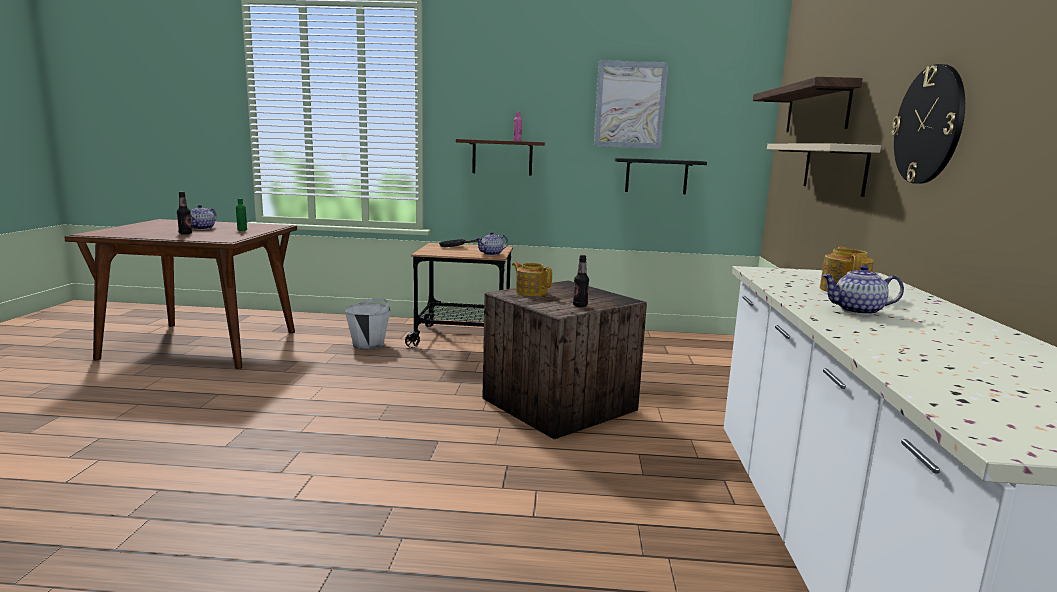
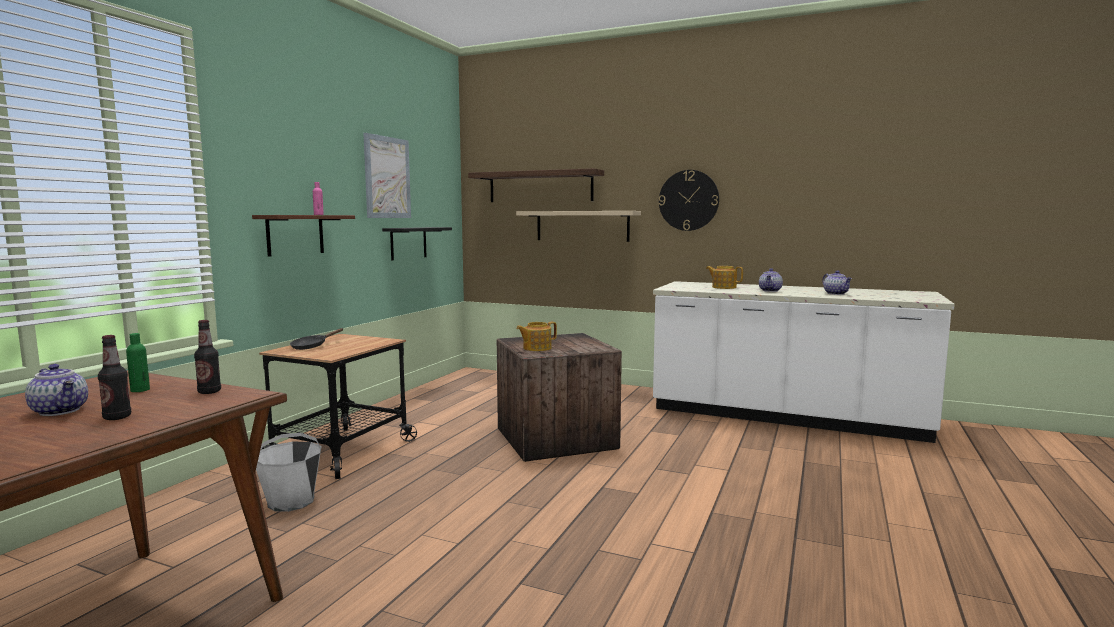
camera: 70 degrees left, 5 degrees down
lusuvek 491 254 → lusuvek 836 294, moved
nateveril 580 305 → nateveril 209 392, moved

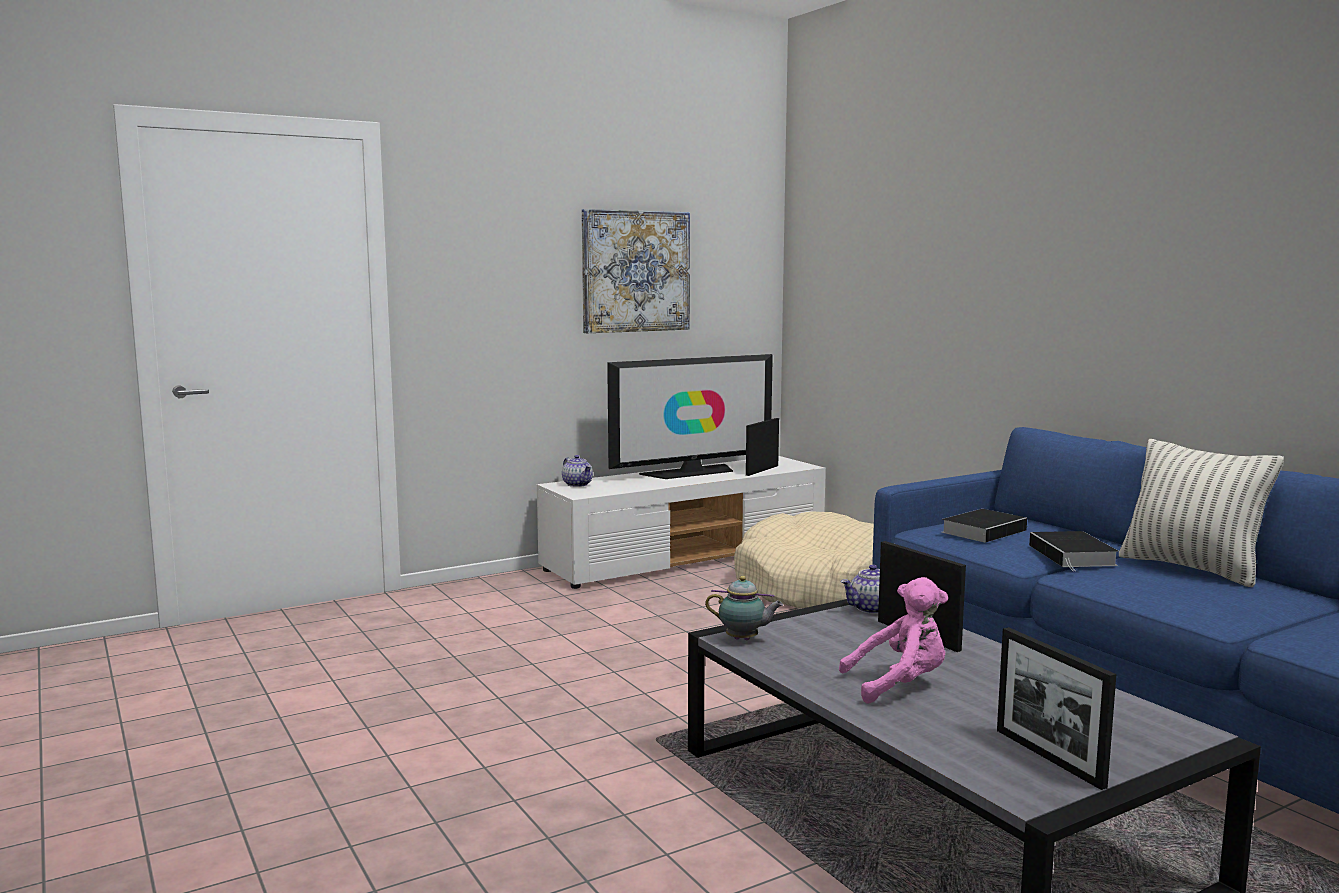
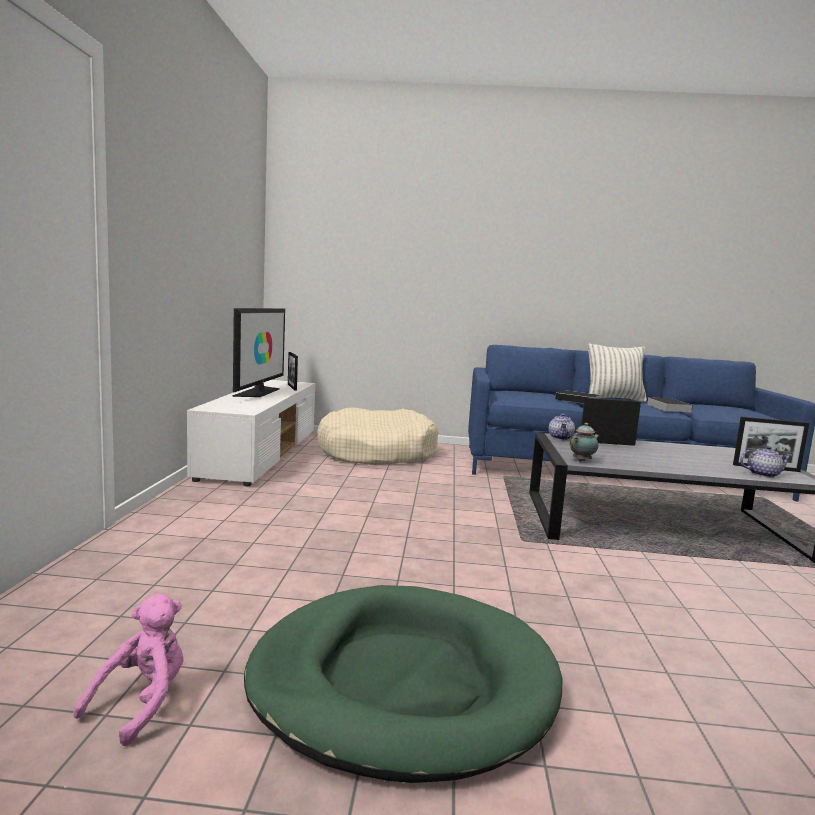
camera: 55 degrees left, 0 degrees up
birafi 635 271 → -
- → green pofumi 402 683
lusuvek 578 484 → lusuvek 763 474, moved
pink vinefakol 899 685 → pink vinefakol 142 702, moved
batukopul 984 531 → batukopul 667 407, moved

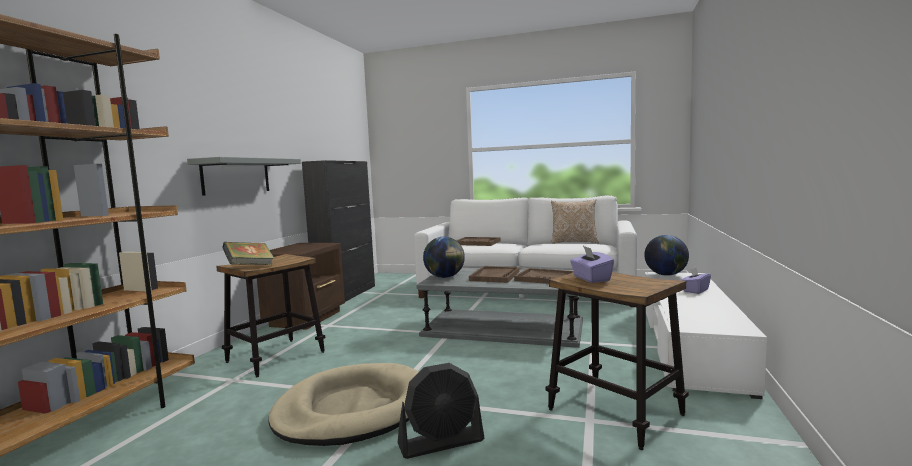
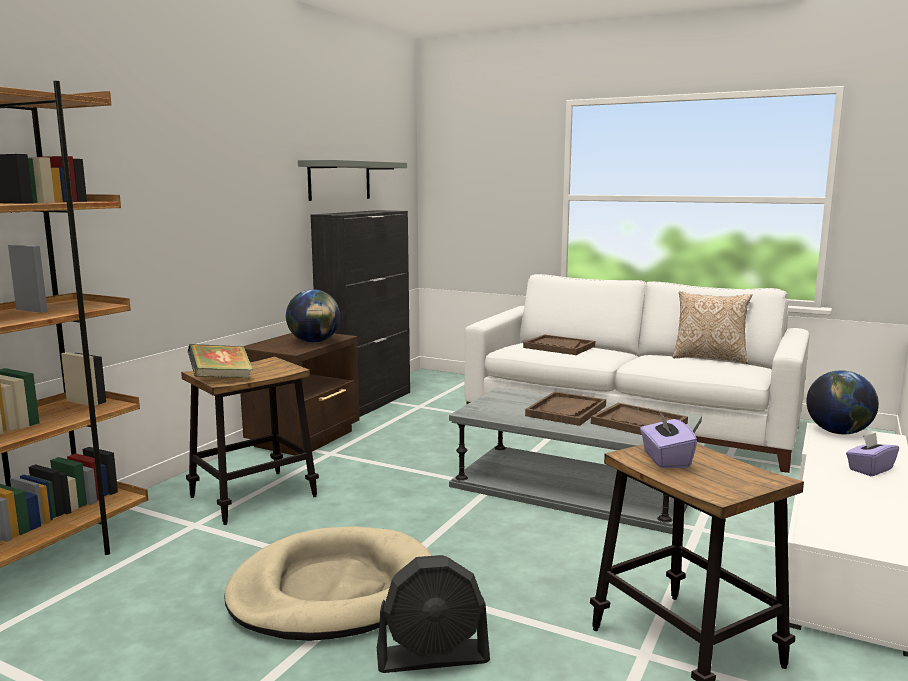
camera: 10 degrees right, 5 degrees up
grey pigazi 236 176 → grey pigazi 339 180, moved
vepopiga 445 277 → vepopiga 314 342, moved

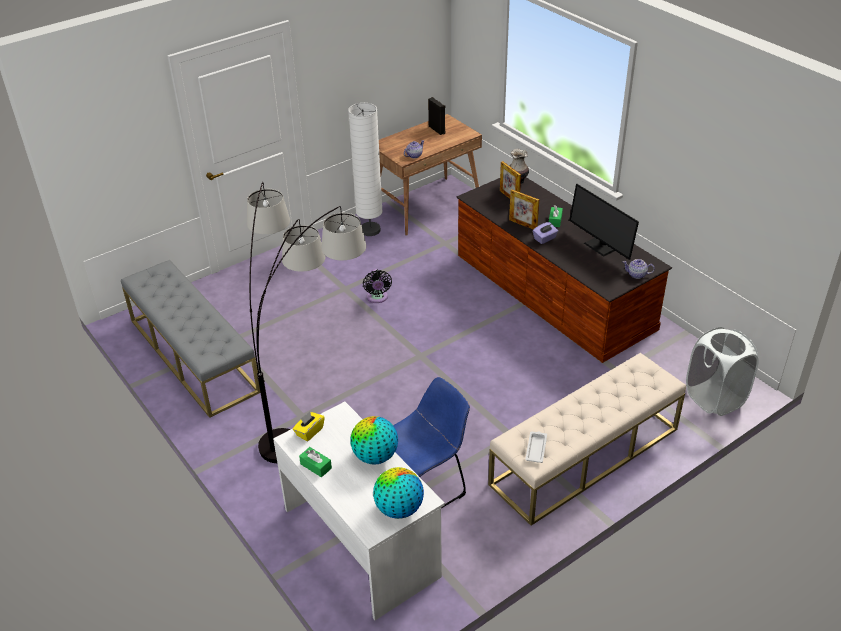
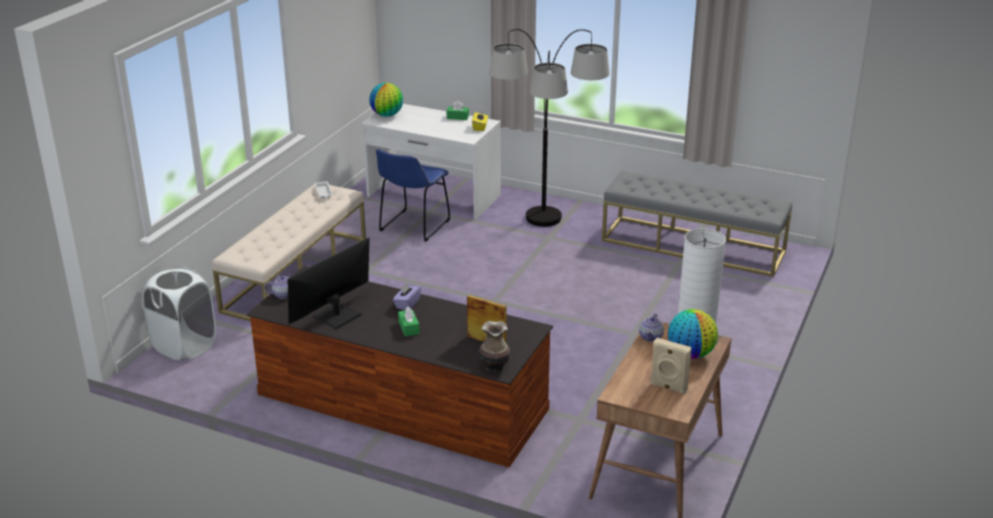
camera: 150 degrees right, 10 degrees down
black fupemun 377 298 → -
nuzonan 523 224 → -
vepopiga 375 456 → vepopiga 690 354, moved
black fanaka 437 129 → beige fanaka 668 387
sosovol 602 245 → sosovol 336 315, 75 degrees counterclockwise

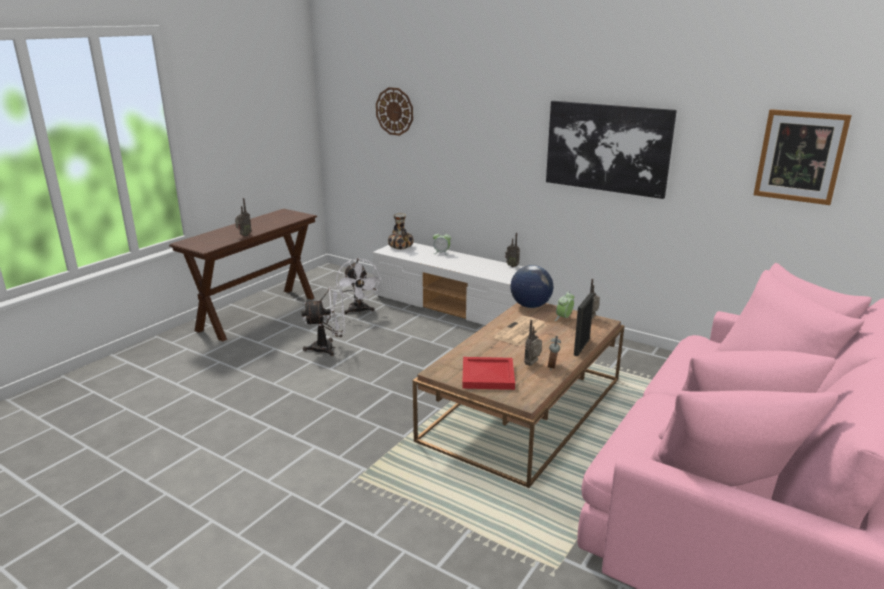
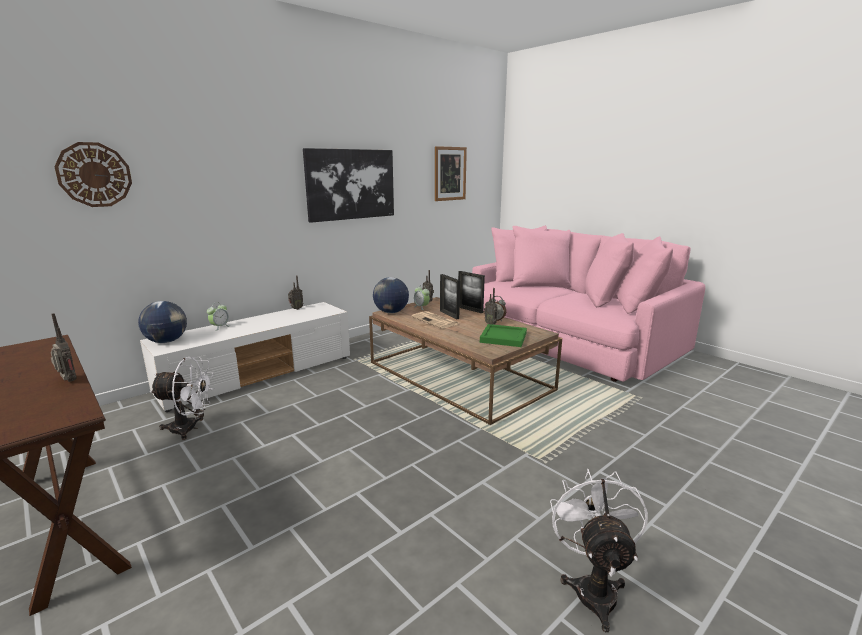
camera: 75 degrees left, 5 degrees down
- → nuzonan 449 315
white fupemun 329 348 → white fupemun 593 587, moved
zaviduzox 401 247 → vepopiga 167 341
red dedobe 487 376 → green dedobe 504 338

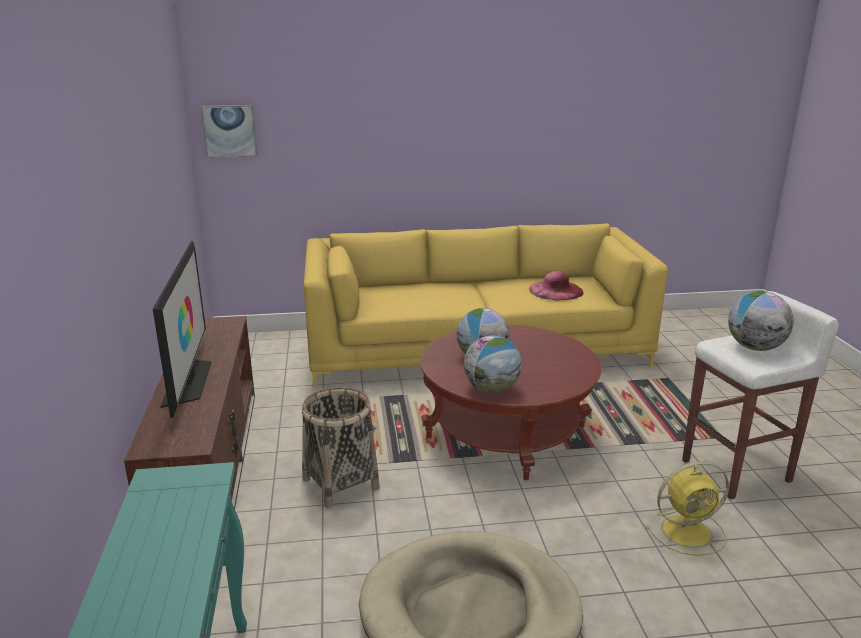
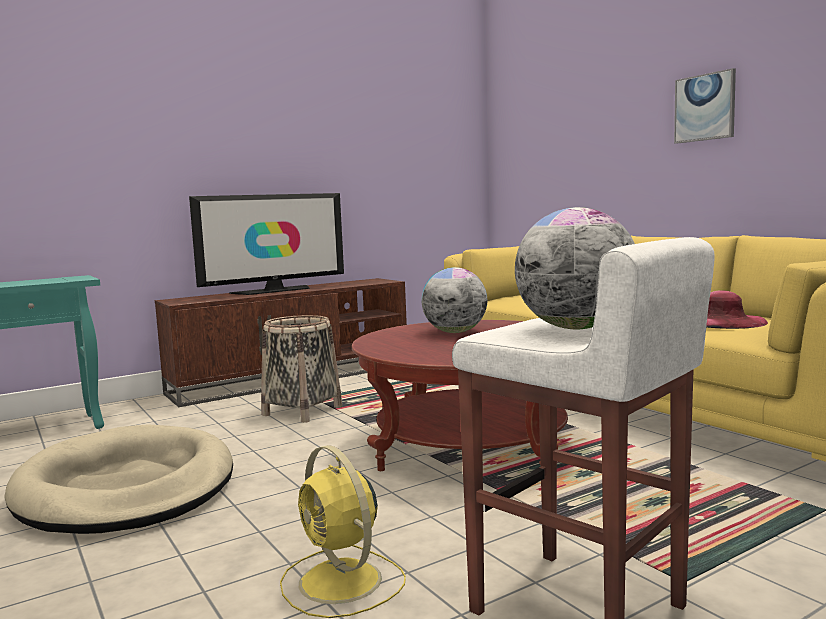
camera: 65 degrees right, 15 degrees down
vepopiga 491 389 → -
birafi 229 131 → birafi 705 107, moved

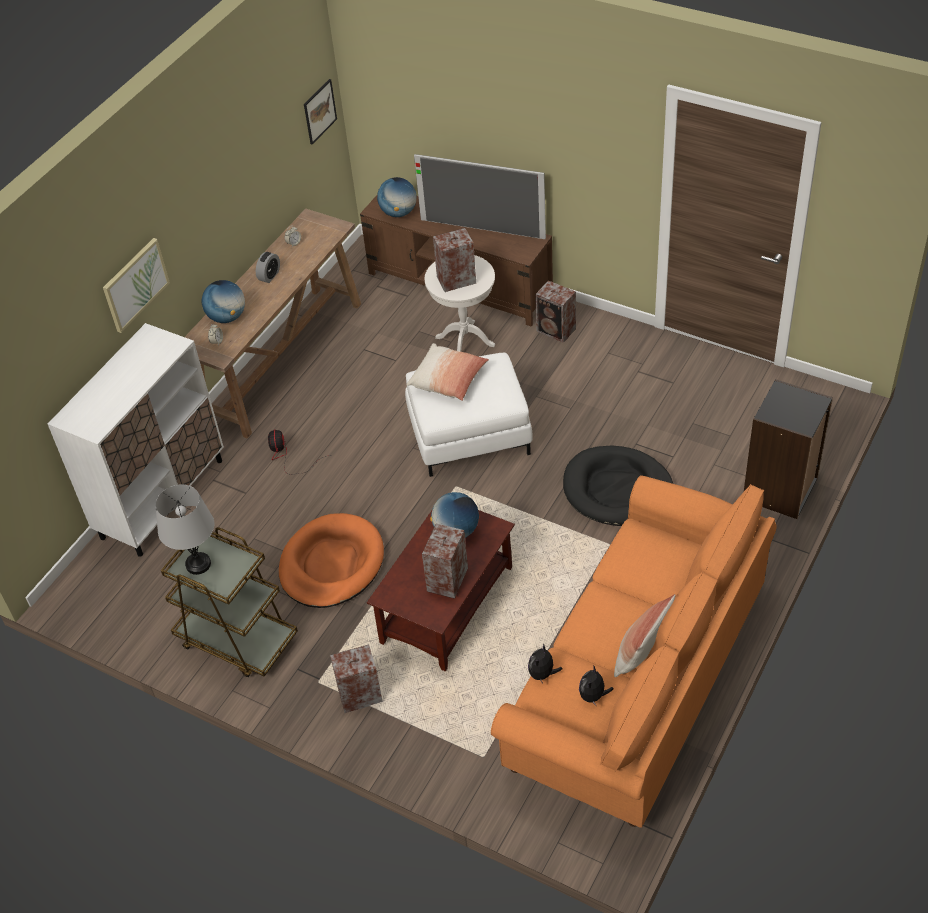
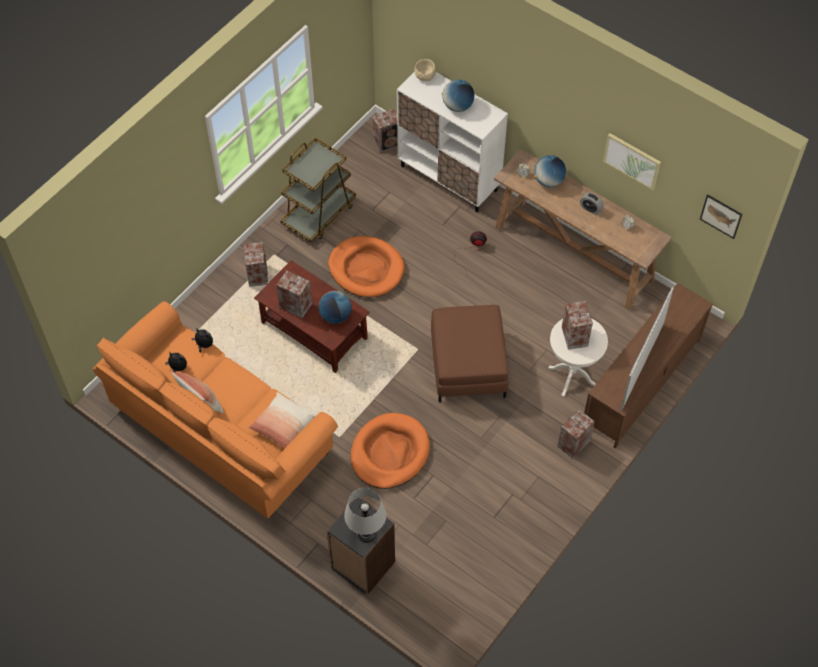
camera: 95 degrees right, 10 degrees up
- → fanaka 388 142
- → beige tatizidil 424 76
birafi 135 284 → birafi 632 160, moved
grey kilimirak 198 564 → grey kilimirak 366 533, moved
vepopiga 398 213 → vepopiga 457 106, moved
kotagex 448 380 → kotagex 284 426, moved
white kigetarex 470 434 → brown kigetarex 468 365
black pofumi 617 490 → orange pofumi 389 453

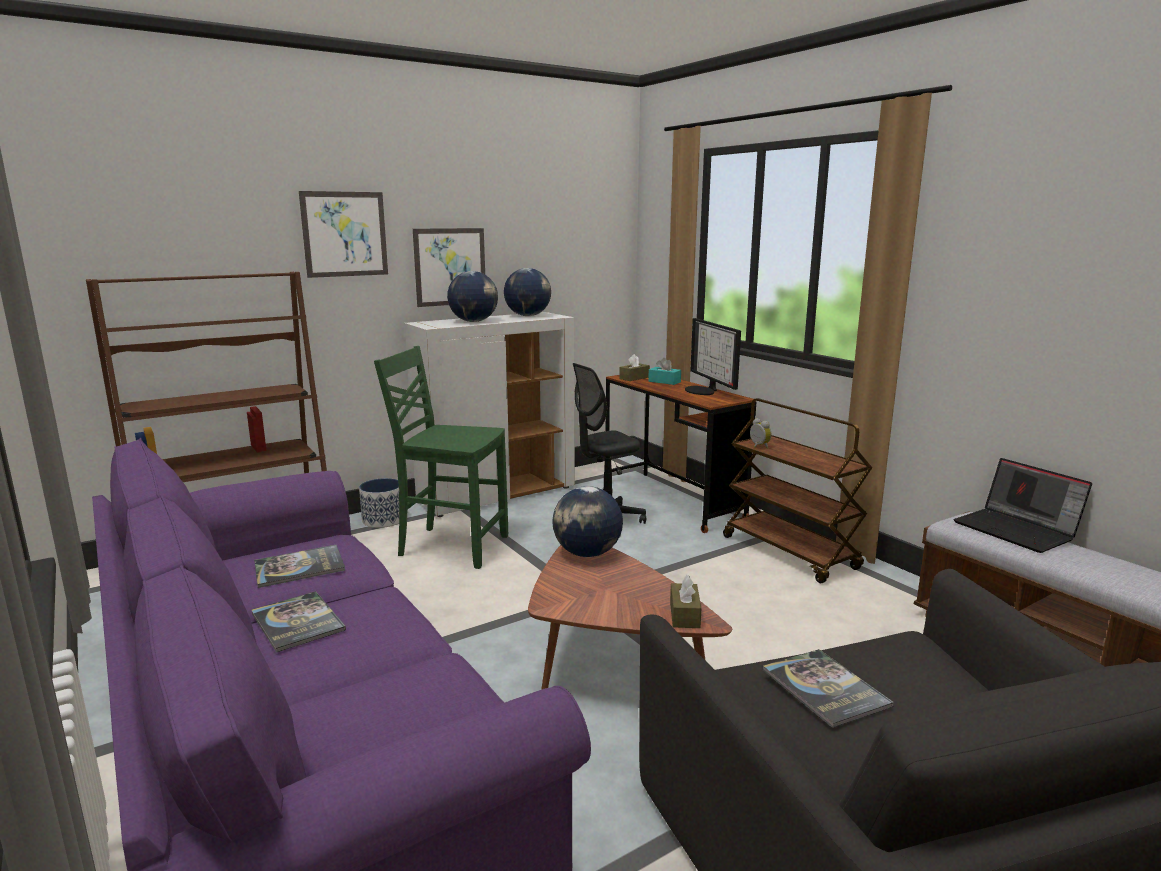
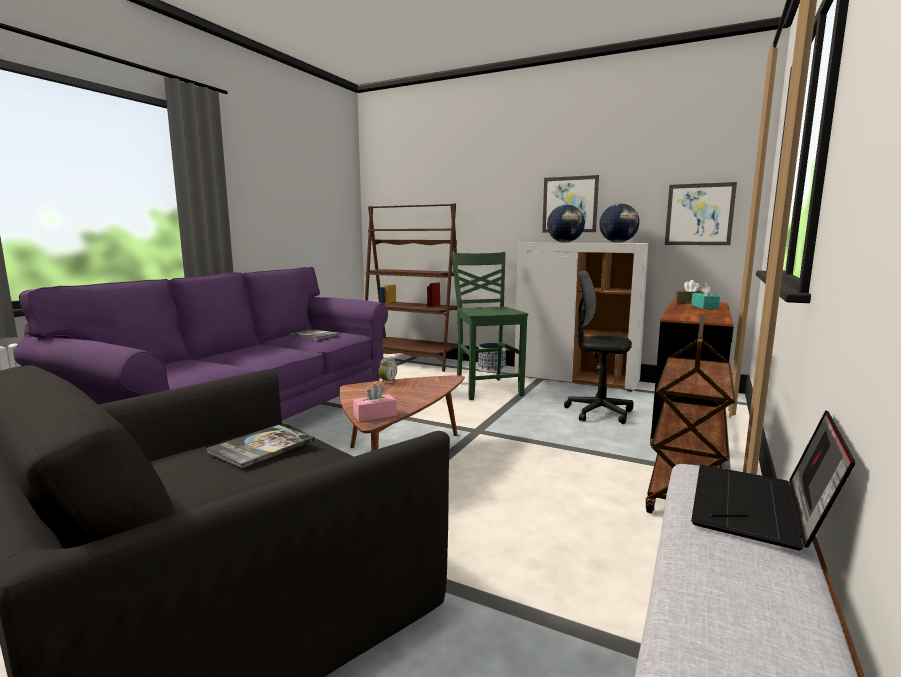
camera: 60 degrees right, 5 degrees down
batukopul 297 622 → -
vepopiga 587 554 → -
sosovol 704 390 → -
birafi 345 234 → birafi 699 214, moved
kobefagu 758 446 → kobefagu 387 382, moved
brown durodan 684 615 → pink durodan 375 415

